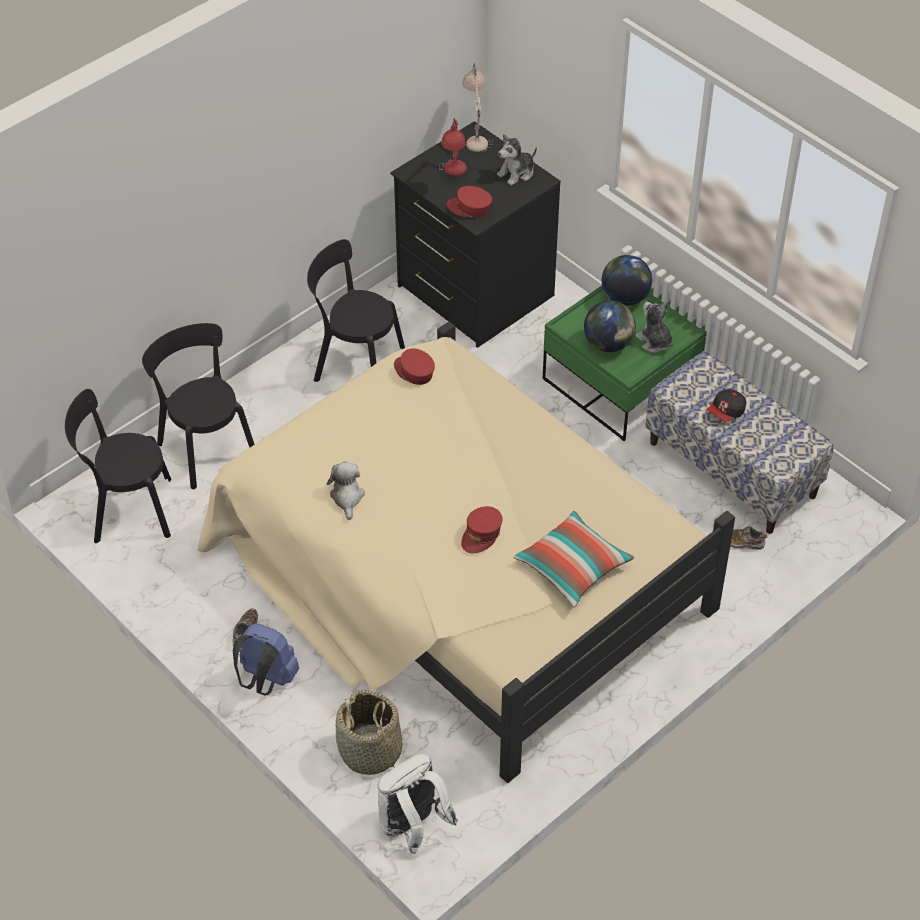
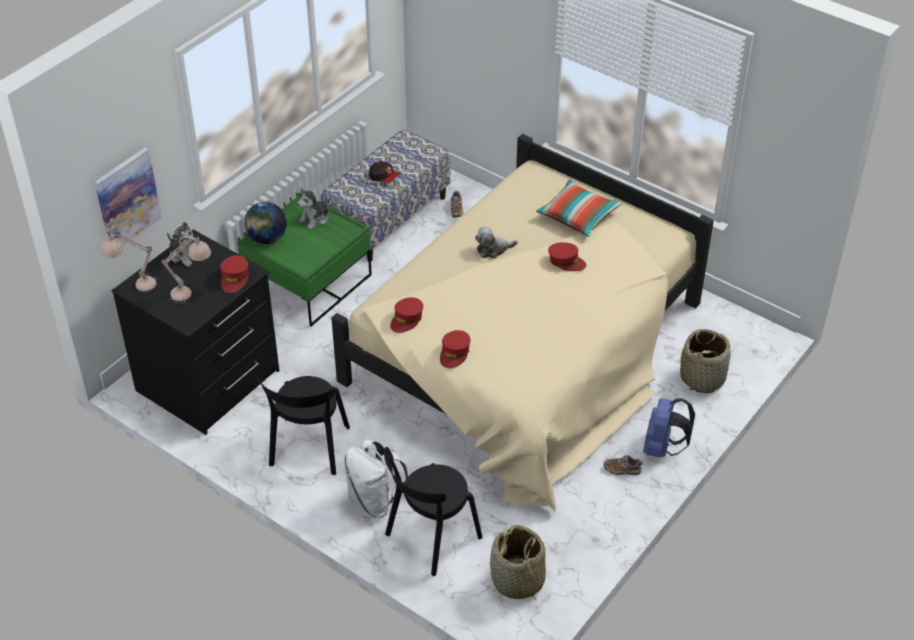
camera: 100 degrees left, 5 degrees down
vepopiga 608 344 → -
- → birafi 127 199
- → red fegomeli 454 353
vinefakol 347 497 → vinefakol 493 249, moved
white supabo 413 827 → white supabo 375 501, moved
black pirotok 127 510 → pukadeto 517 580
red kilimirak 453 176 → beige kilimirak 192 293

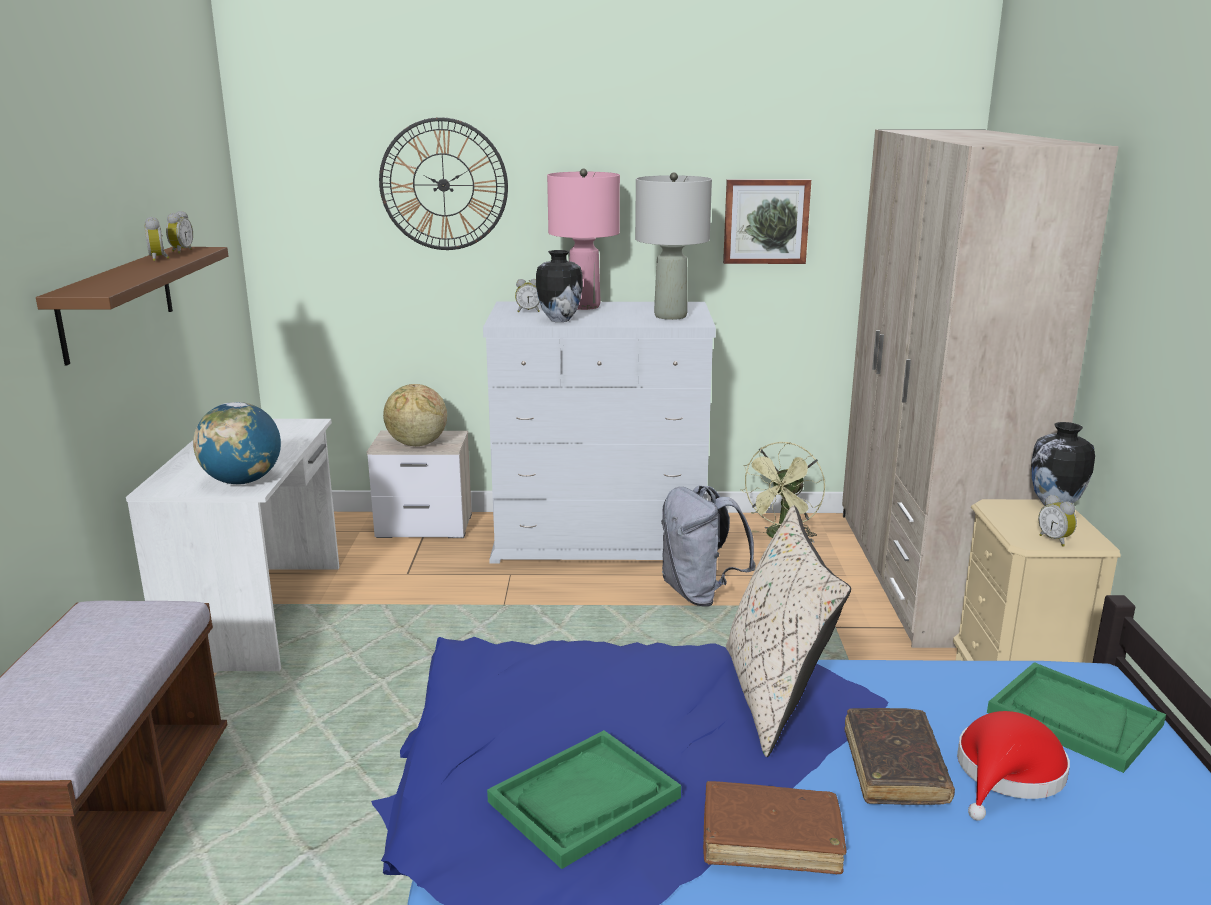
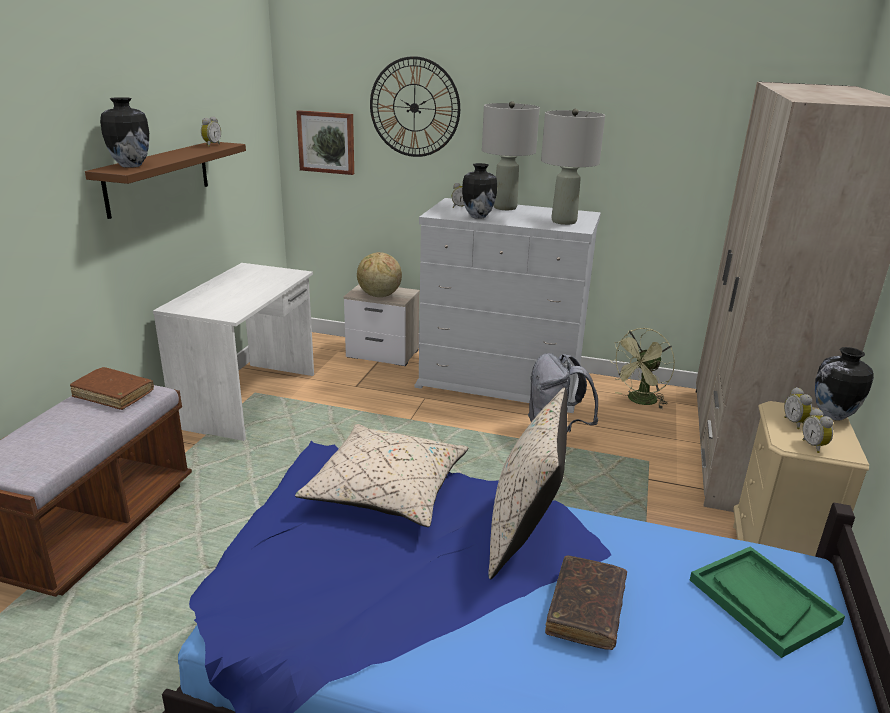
camera: 15 degrees right, 5 degrees up
vepopiga 242 481 → -
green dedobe 584 800 → -
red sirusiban 1007 774 → -
- → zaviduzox 130 165
- → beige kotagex 388 489
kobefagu 159 259 → kobefagu 795 423, moved
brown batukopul 771 839 → brown batukopul 113 394, moved
birafi 766 221 → birafi 327 142, moved
pink kilimirak 584 306 → grey kilimirak 504 207

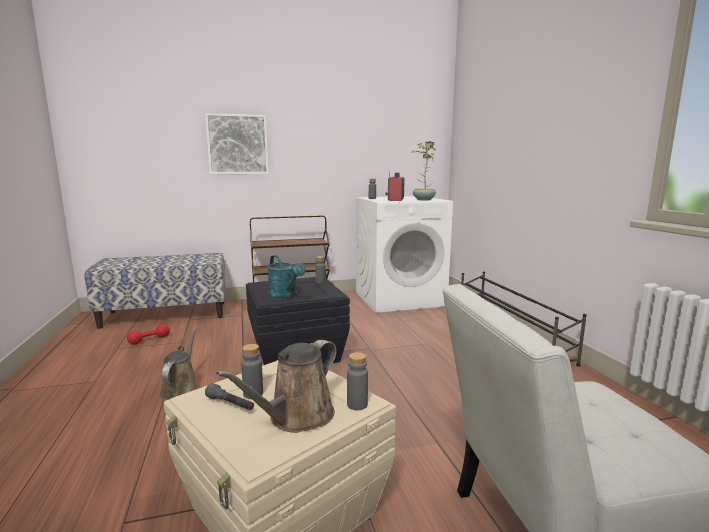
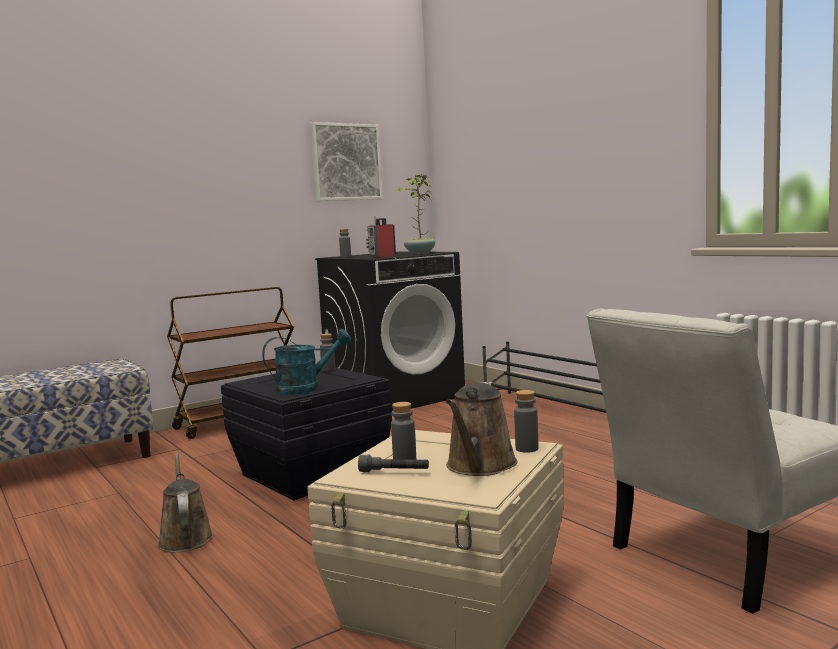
camera: 20 degrees left, 5 degrees down
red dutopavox 149 340 → -
birafi 237 144 → birafi 346 162, moved
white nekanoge 399 299 → black nekanoge 395 397
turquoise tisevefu 285 297 → turquoise tisevefu 305 388, 60 degrees counterclockwise

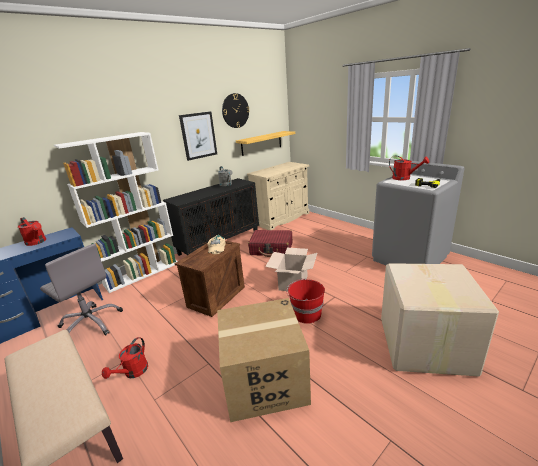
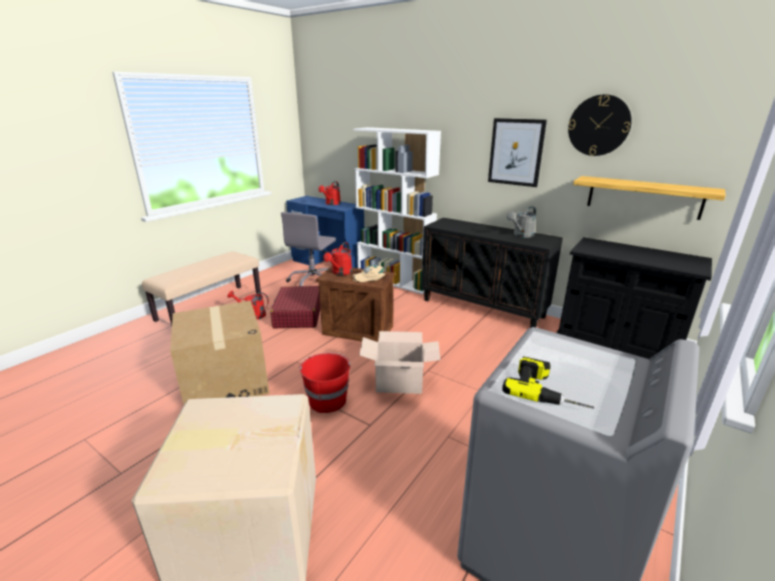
camera: 75 degrees right, 0 degrees up
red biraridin 271 249 → red biraridin 298 315, moved
red tisevefu 404 178 → red tisevefu 340 273, moved
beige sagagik 281 218 → black sagagik 615 347

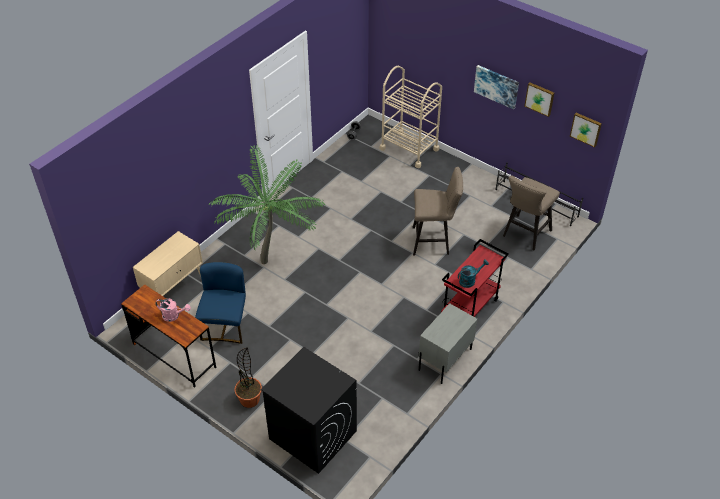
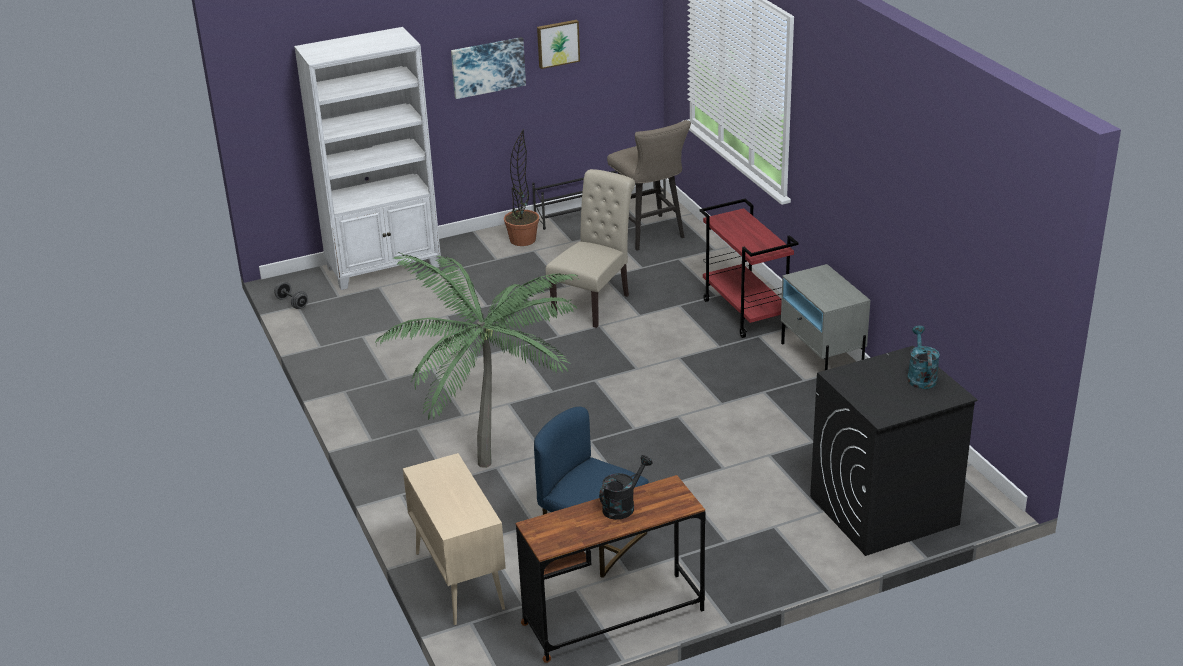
camera: 60 degrees left, 15 degrees down
birafi 586 129 → -
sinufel 249 399 → sinufel 522 240, moved
turquoise tisevefu 469 280 → turquoise tisevefu 920 376, moved
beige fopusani 409 149 → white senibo 384 267
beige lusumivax 434 241 → beige pirotok 594 303
pink tisevefu 173 316 → black tisevefu 623 506

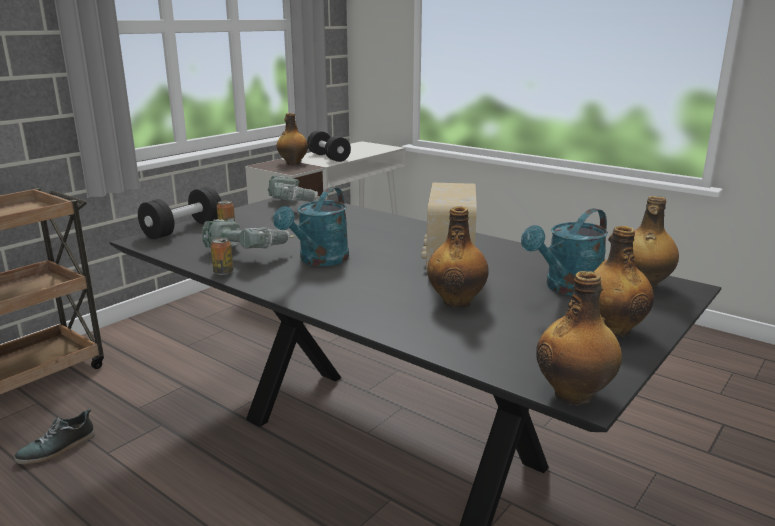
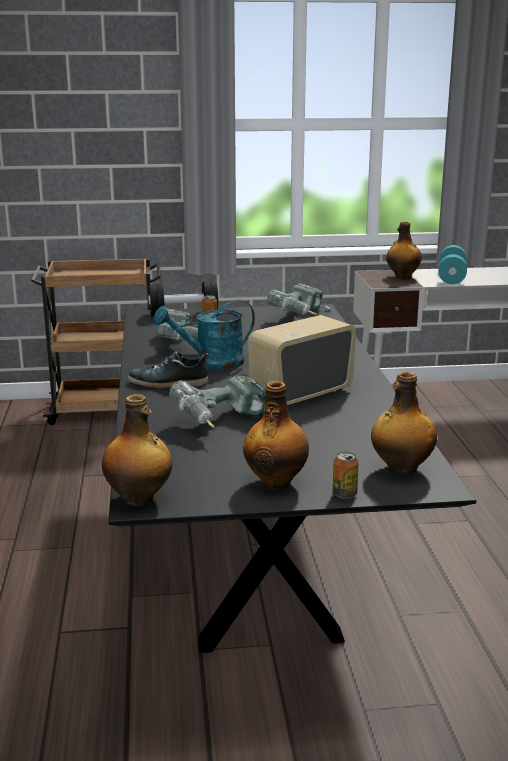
camera: 45 degrees right, 0 degrees up
turquoise tisevefu 567 289 → -
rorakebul 57 448 → rorakebul 168 382, moved
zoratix 223 272 → zoratix 344 494, moved
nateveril 457 302 → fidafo 224 422
black dutopavox 328 157 → turquoise dutopavox 451 277

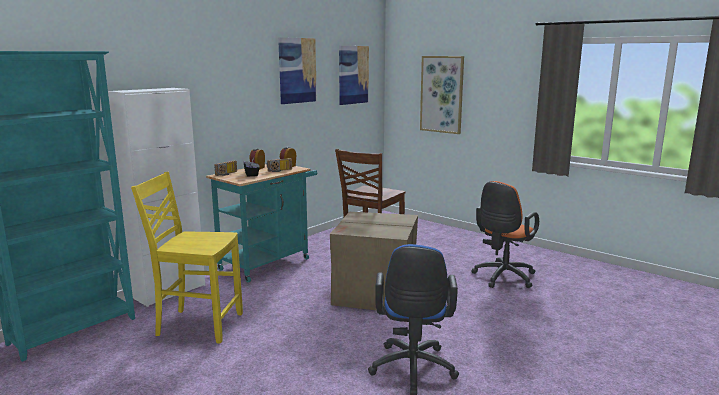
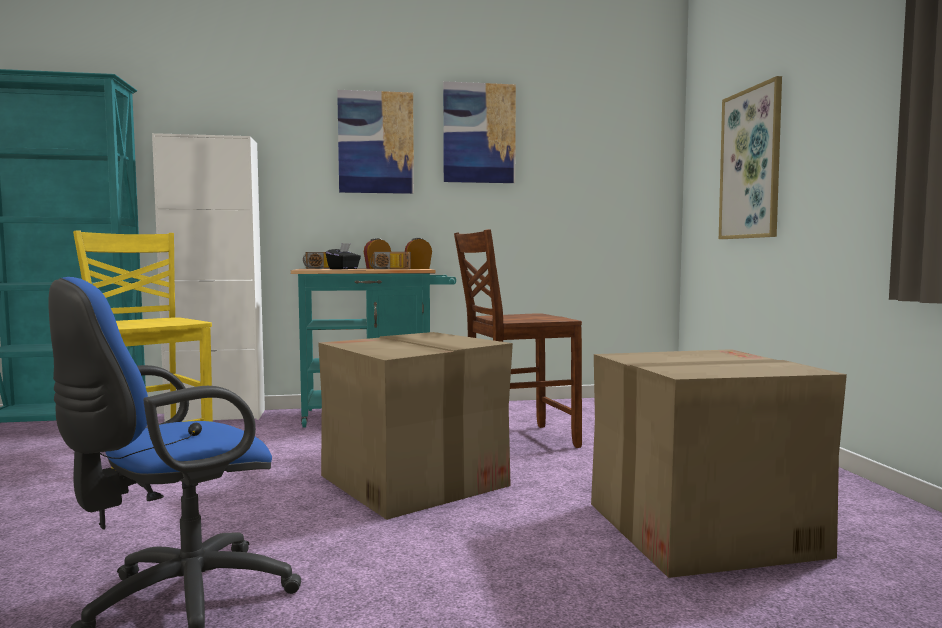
camera: 40 degrees right, 10 degrees down
birafi 353 75 → birafi 376 142, moved
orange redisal 502 278 → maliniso 700 528

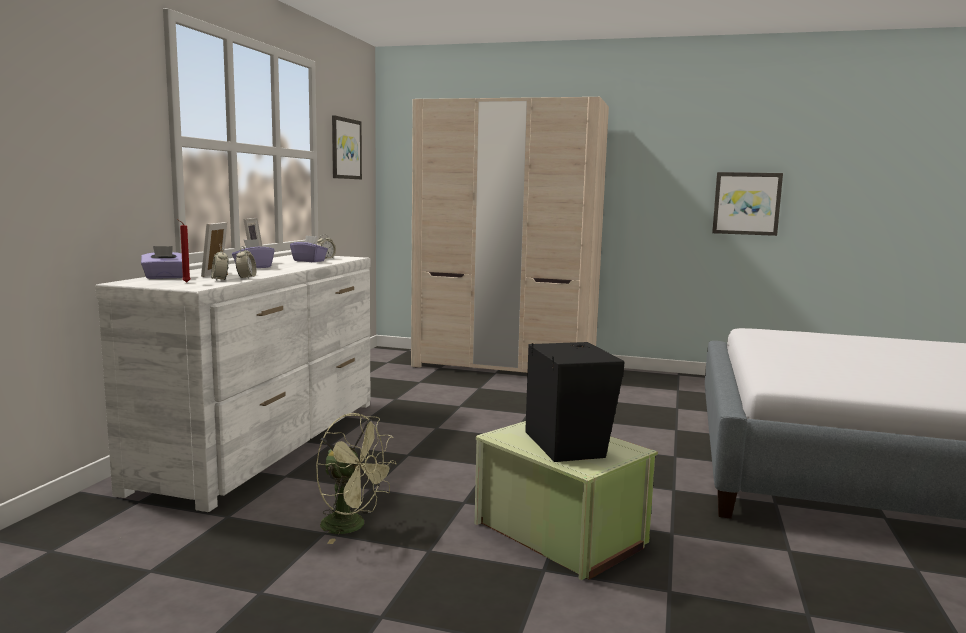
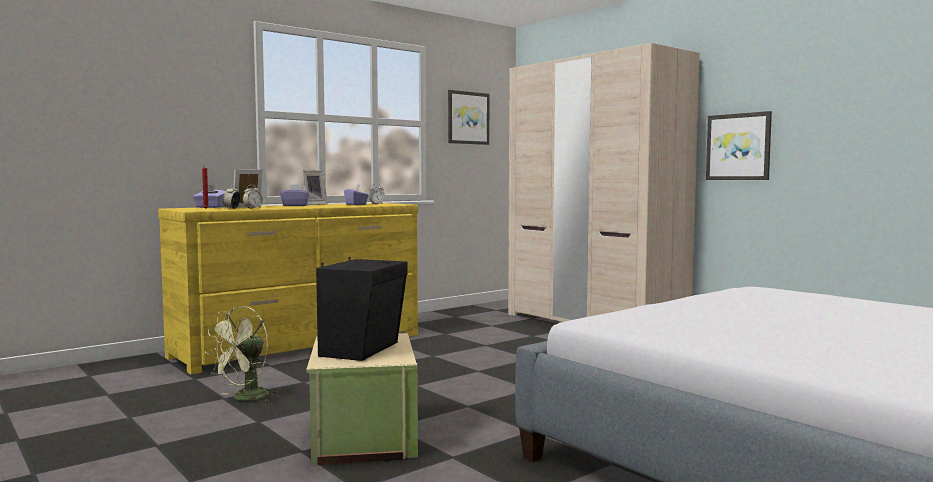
camera: 35 degrees right, 5 degrees down
birafi 746 203 → birafi 738 147, moved
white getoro 267 442 → yellow getoro 301 345
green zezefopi 559 534 → beige zezefopi 362 435
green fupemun 352 526 → green fupemun 245 398, 60 degrees clockwise

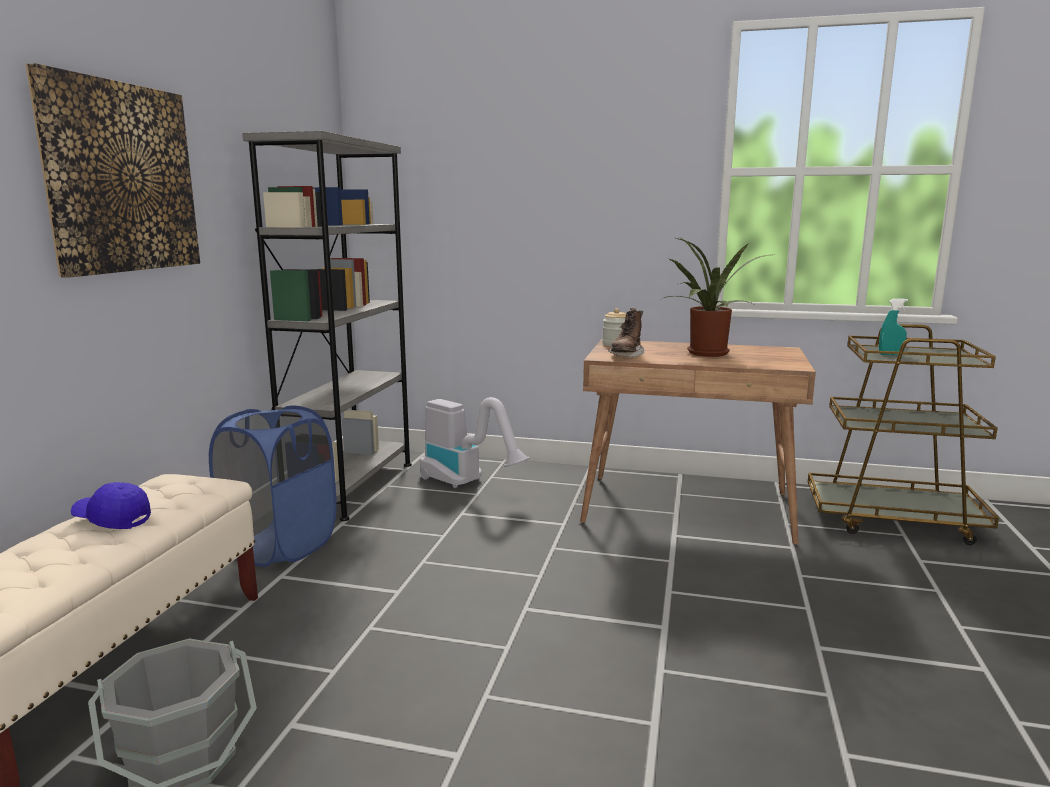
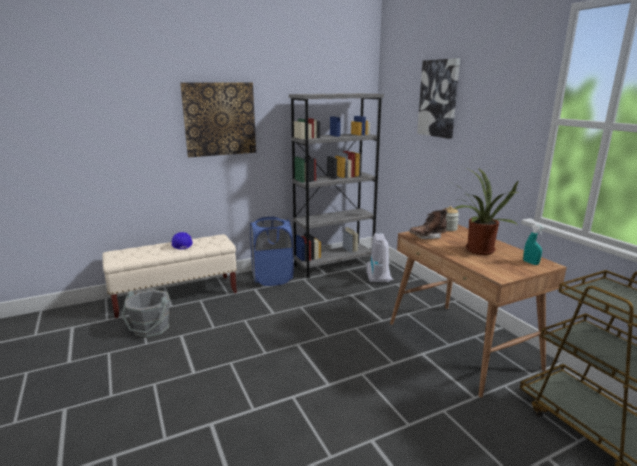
camera: 50 degrees right, 5 degrees up
- → birafi 439 98
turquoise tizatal 890 354 → turquoise tizatal 530 263, moved

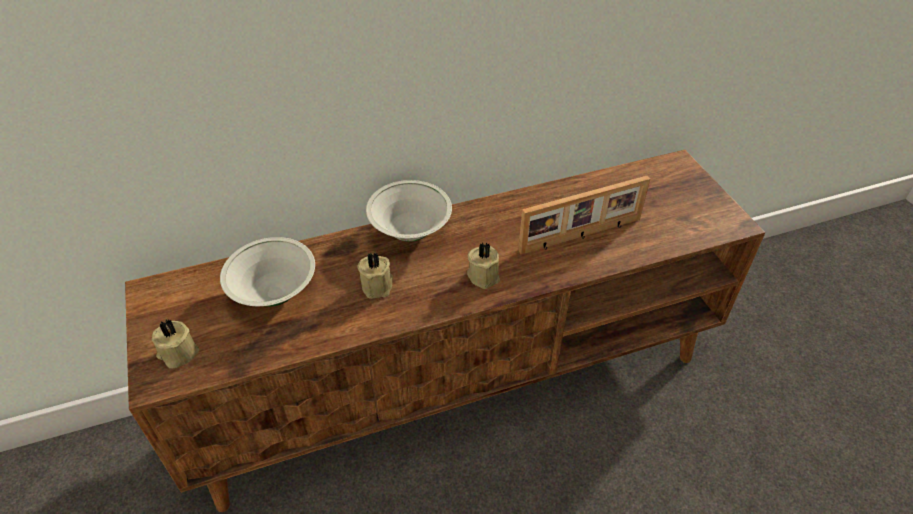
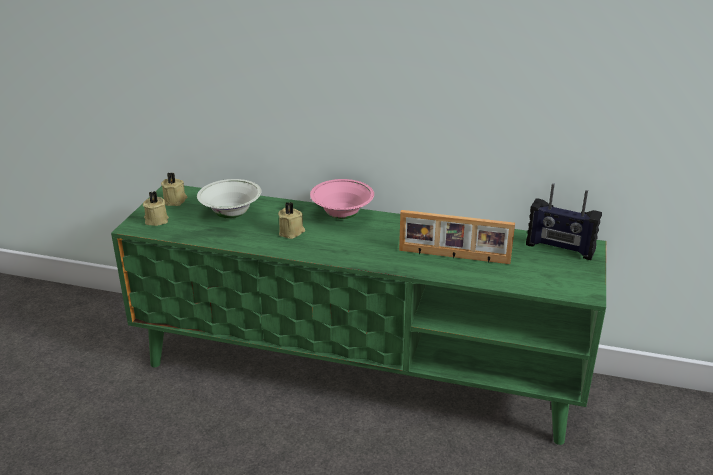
camera: 35 degrees right, 15 degrees down
- → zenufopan 559 248
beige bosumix 484 275 → beige bosumix 175 200, moved
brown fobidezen 457 383 → green fobidezen 358 371
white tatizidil 410 231 → pink tatizidil 342 215

